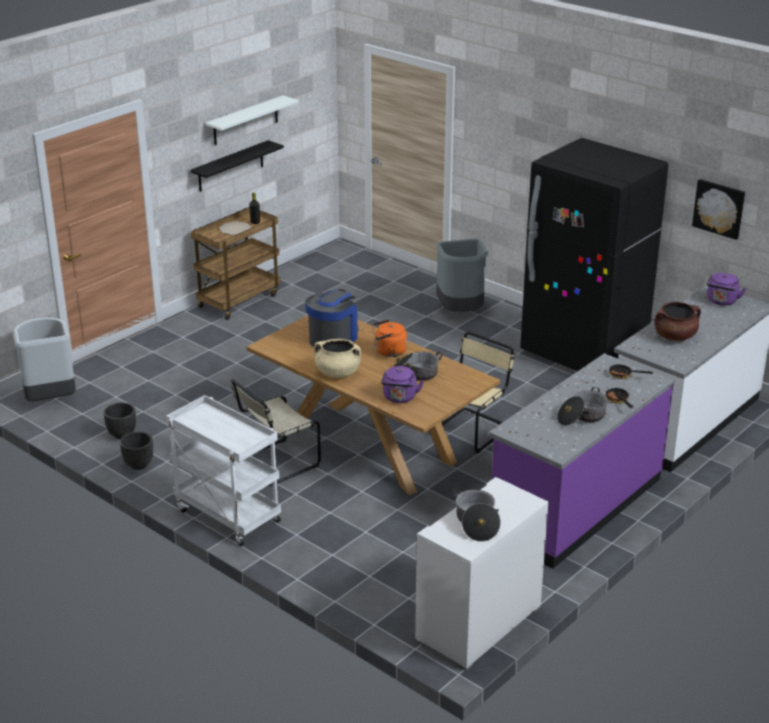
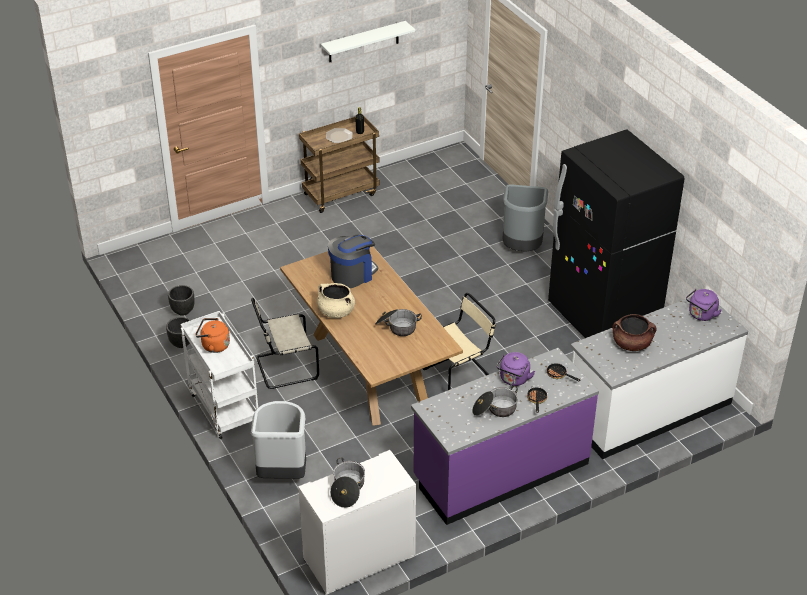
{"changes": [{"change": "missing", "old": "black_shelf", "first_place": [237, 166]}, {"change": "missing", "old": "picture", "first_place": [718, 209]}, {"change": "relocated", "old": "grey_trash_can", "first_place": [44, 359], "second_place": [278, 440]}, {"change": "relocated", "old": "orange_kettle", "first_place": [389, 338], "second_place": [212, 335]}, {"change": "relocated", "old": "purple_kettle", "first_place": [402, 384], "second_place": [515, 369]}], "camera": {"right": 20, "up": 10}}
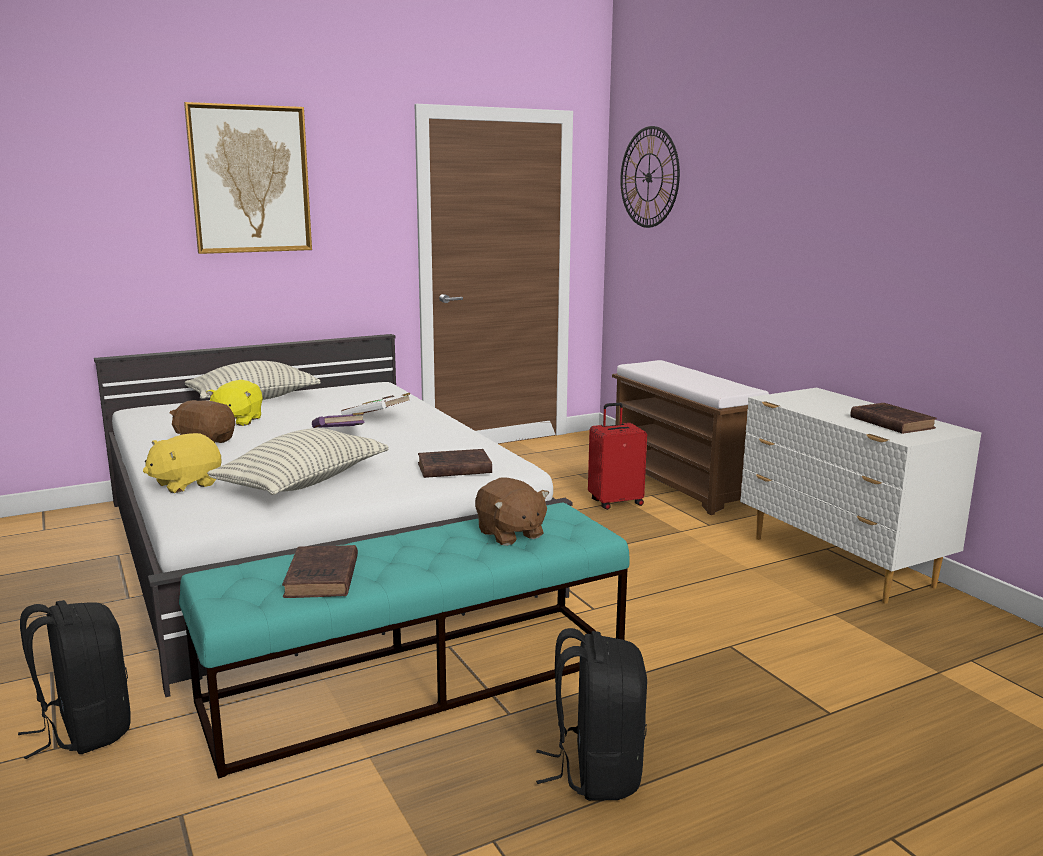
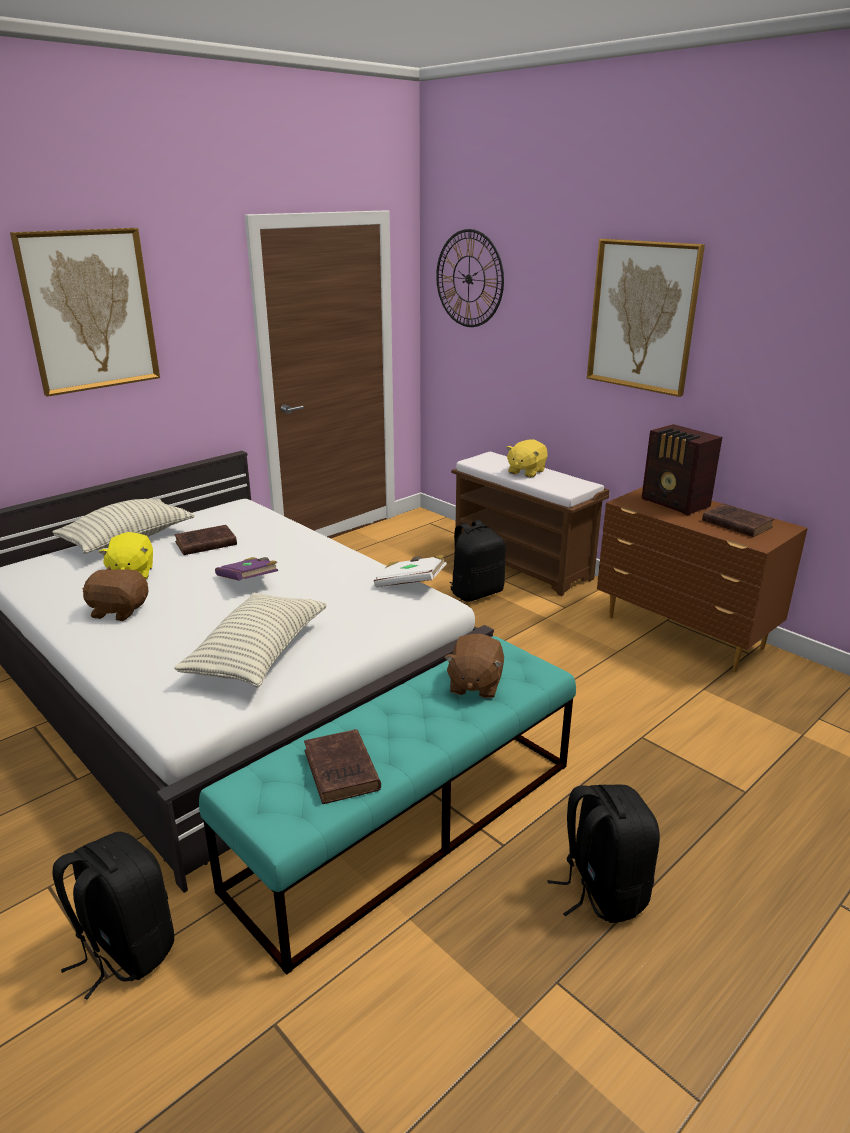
{"changes": [{"change": "appeared", "new": "picture", "second_place": [646, 318]}, {"change": "appeared", "new": "radio", "second_place": [682, 469]}, {"change": "relocated", "old": "yellow_plush_toy", "first_place": [182, 463], "second_place": [527, 458]}, {"change": "relocated", "old": "white_book", "first_place": [376, 404], "second_place": [410, 571]}, {"change": "relocated", "old": "brown_book", "first_place": [455, 463], "second_place": [205, 540]}, {"change": "exchanged", "old": "red_suitcase", "new": "black_backpack", "first_place": [617, 456], "second_place": [477, 561]}, {"change": "colour", "old": "white_dresser", "new": "brown_dresser", "first_place": [860, 496], "second_place": [702, 579]}, {"change": "spun", "old": "brown_plush_toy", "first_place": [512, 512], "second_place": [474, 666], "degrees": 60}], "camera": {"right": -15, "up": 10}}
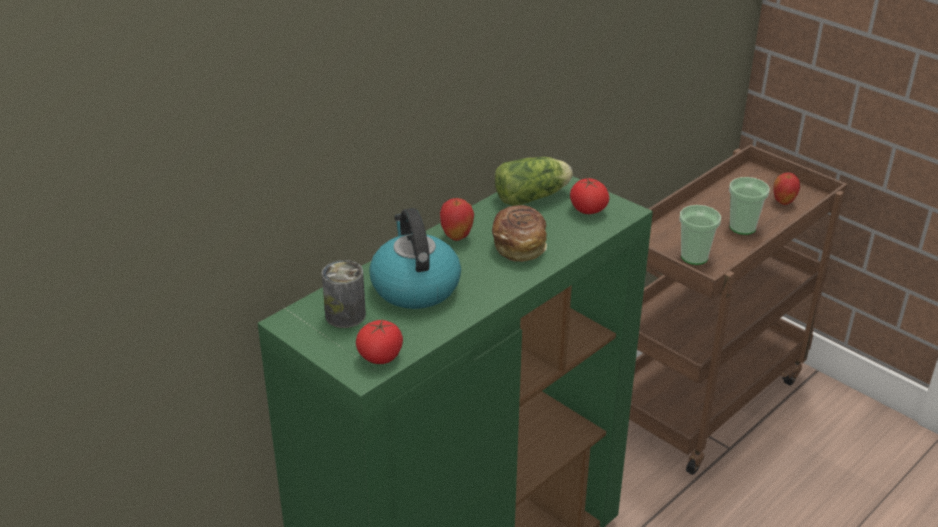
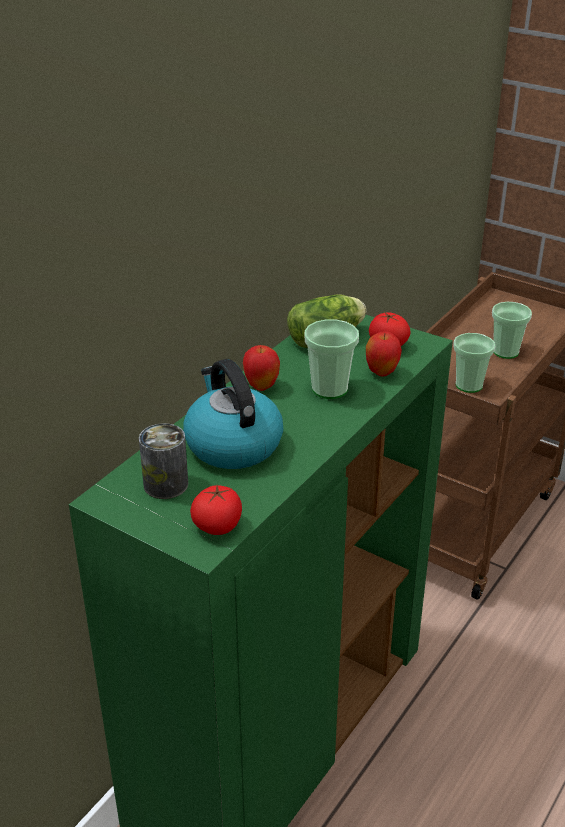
{"changes": [{"change": "relocated", "old": "apple", "first_place": [786, 189], "second_place": [384, 354]}, {"change": "exchanged", "old": "bread", "new": "cup", "first_place": [519, 233], "second_place": [332, 359]}], "camera": {"right": -10, "up": 0}}
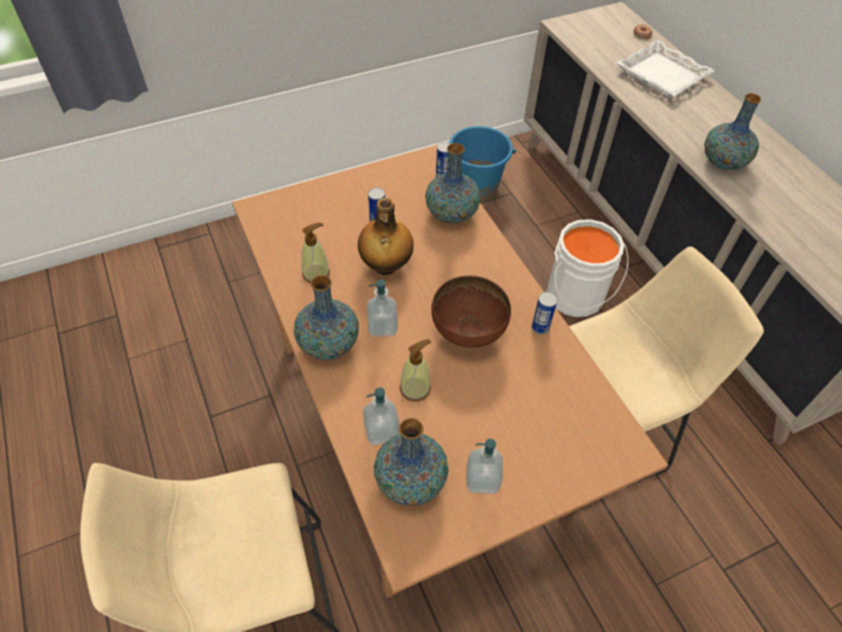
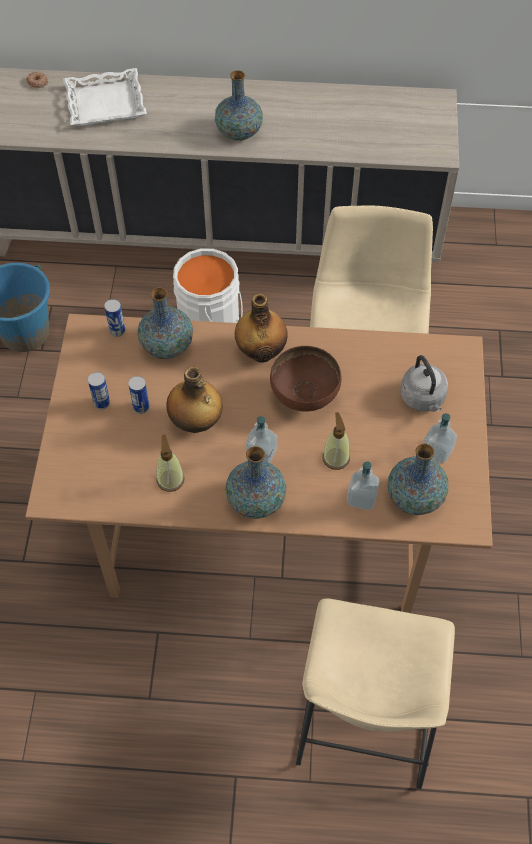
{"changes": [{"change": "appeared", "new": "bottle", "second_place": [261, 328]}, {"change": "appeared", "new": "grey_kettle", "second_place": [424, 383]}, {"change": "relocated", "old": "can", "first_place": [544, 313], "second_place": [99, 390]}], "camera": {"right": -60, "up": 5}}
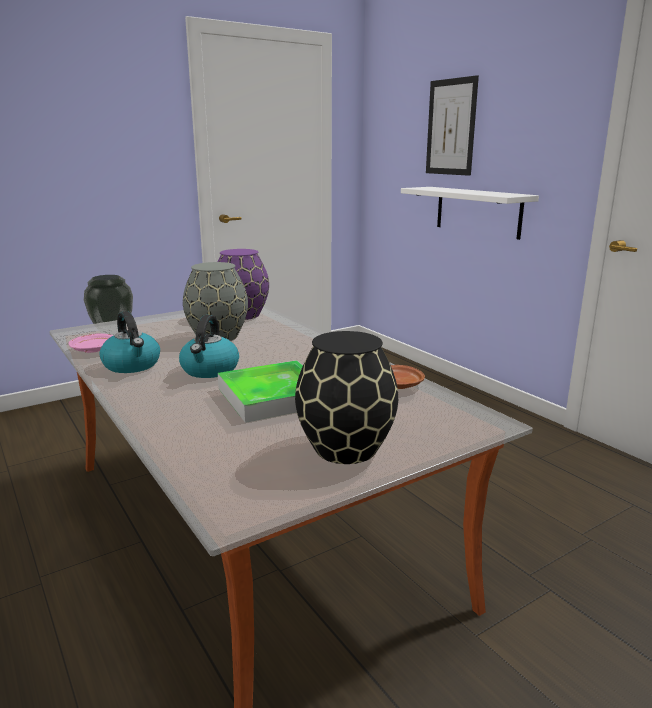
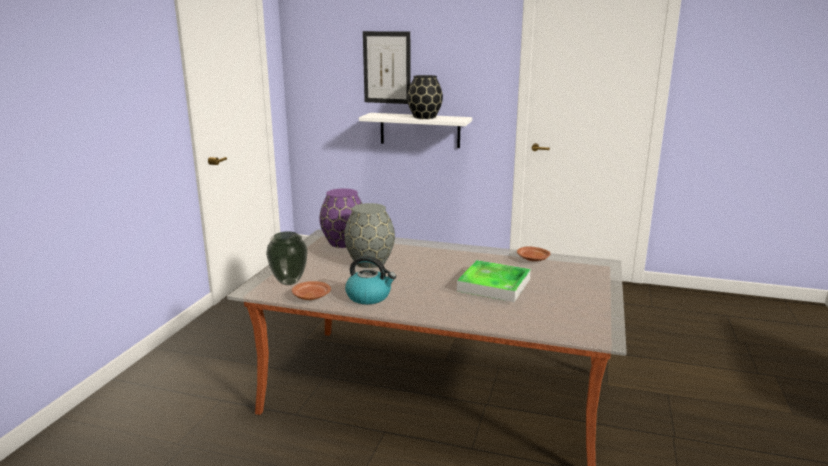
{"changes": [{"change": "missing", "old": "kettle", "first_place": [209, 346]}, {"change": "relocated", "old": "black_vase", "first_place": [346, 397], "second_place": [425, 97]}, {"change": "colour", "old": "pink_plate", "new": "brown_plate", "first_place": [91, 343], "second_place": [311, 290]}], "camera": {"right": -40, "up": 0}}
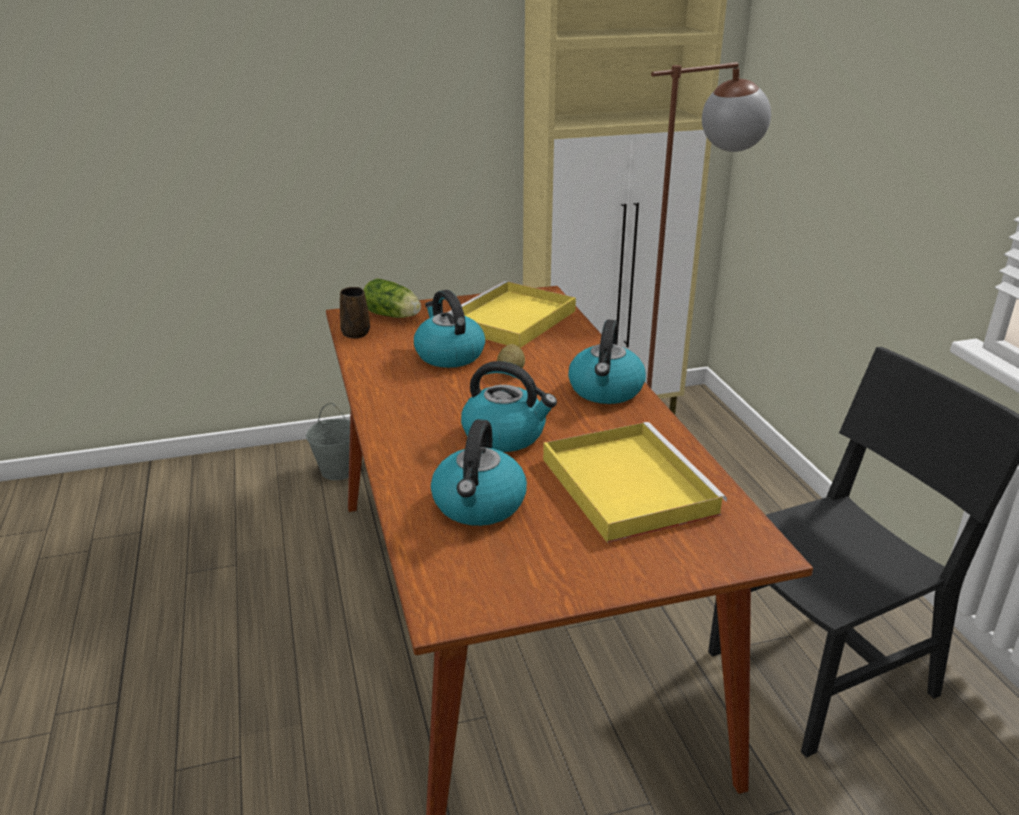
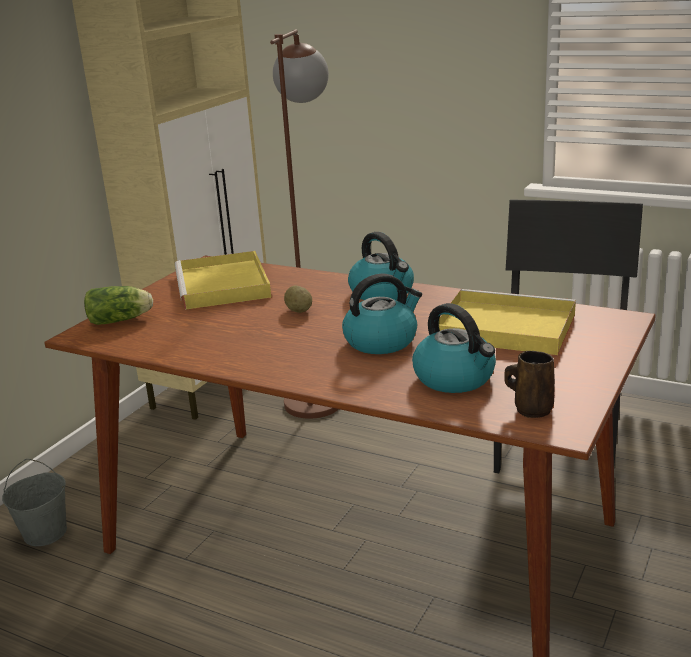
{"changes": [{"change": "missing", "old": "kettle", "first_place": [449, 329]}, {"change": "relocated", "old": "brown_mug", "first_place": [355, 312], "second_place": [529, 384]}], "camera": {"right": -45, "up": -5}}
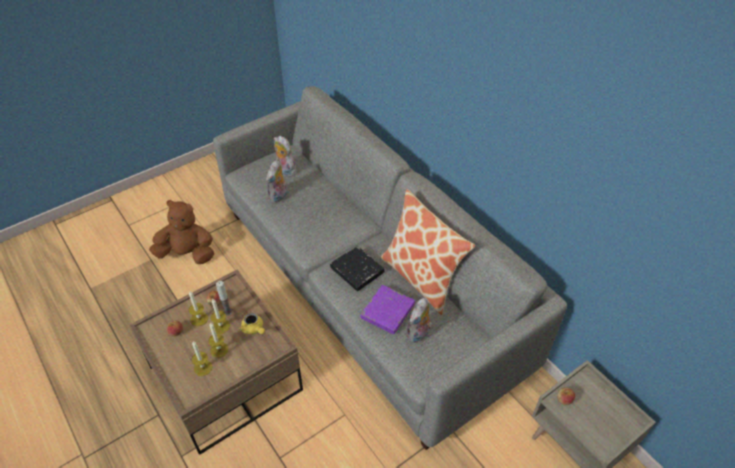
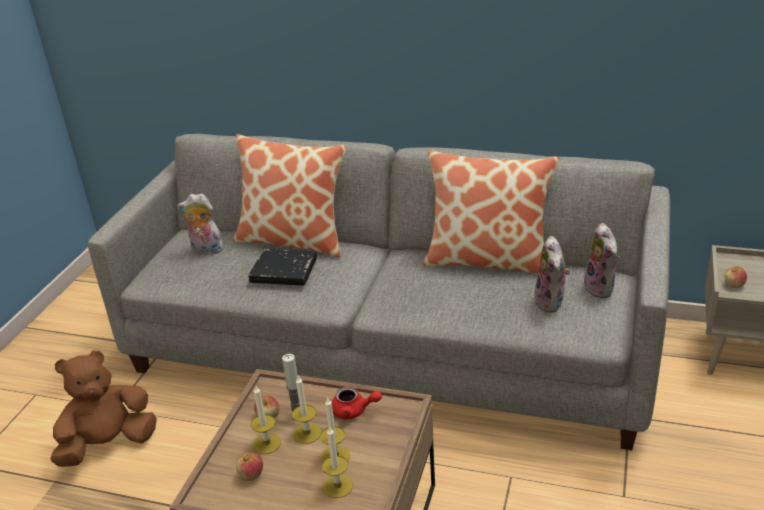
{"changes": [{"change": "missing", "old": "purple_book", "first_place": [387, 309]}, {"change": "appeared", "new": "pillow", "second_place": [290, 196]}, {"change": "relocated", "old": "plush_toy", "first_place": [276, 182], "second_place": [602, 260]}, {"change": "relocated", "old": "black_book", "first_place": [357, 268], "second_place": [282, 267]}, {"change": "colour", "old": "yellow_teapot", "new": "red_teapot", "first_place": [252, 323], "second_place": [357, 403]}], "camera": {"right": -35, "up": -15}}
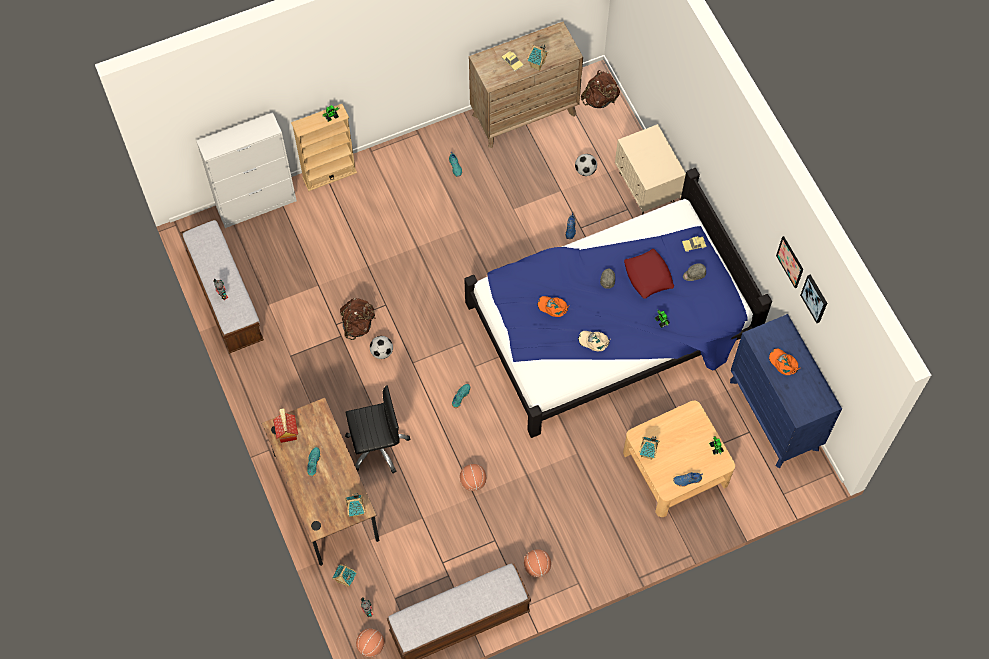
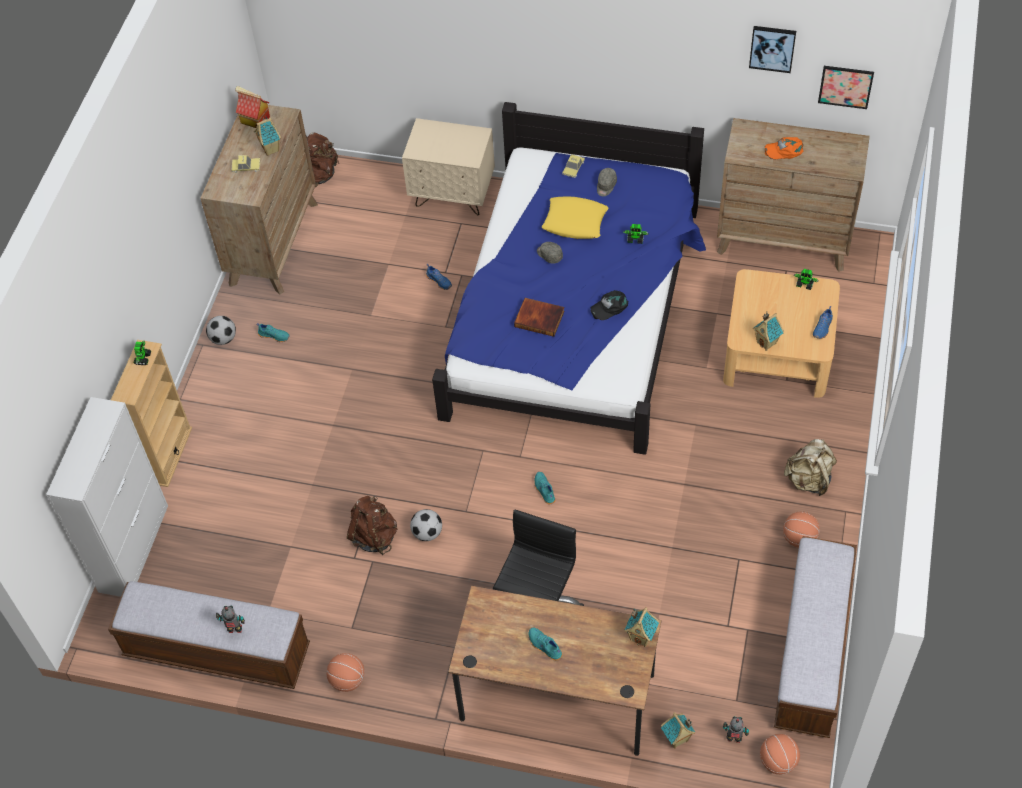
{"changes": [{"change": "appeared", "new": "beige_backpack", "second_place": [810, 467]}, {"change": "relocated", "old": "toy_house", "first_place": [285, 425], "second_place": [252, 107]}, {"change": "relocated", "old": "basketball", "first_place": [473, 477], "second_place": [346, 672]}, {"change": "relocated", "old": "football", "first_place": [586, 165], "second_place": [221, 330]}, {"change": "relocated", "old": "picture", "first_place": [790, 262], "second_place": [846, 87]}, {"change": "exchanged", "old": "orange_cap", "new": "book", "first_place": [553, 306], "second_place": [539, 317]}, {"change": "colour", "old": "beige_cap", "new": "black_cap", "first_place": [594, 341], "second_place": [609, 305]}, {"change": "colour", "old": "red_pillow", "new": "yellow_pillow", "first_place": [649, 273], "second_place": [575, 217]}, {"change": "colour", "old": "blue_dresser", "new": "brown_dresser", "first_place": [786, 391], "second_place": [793, 195]}], "camera": {"right": -50, "up": -10}}
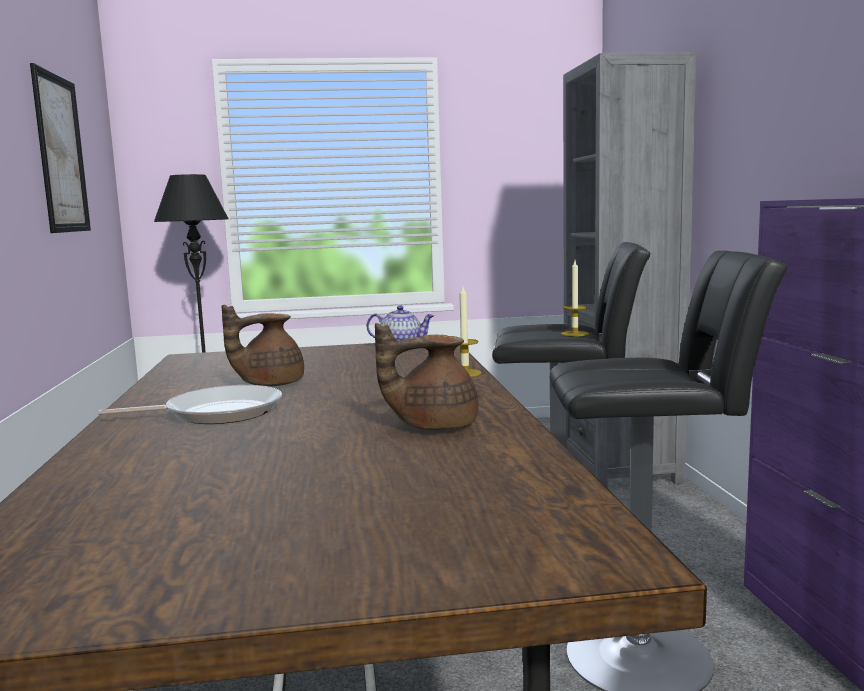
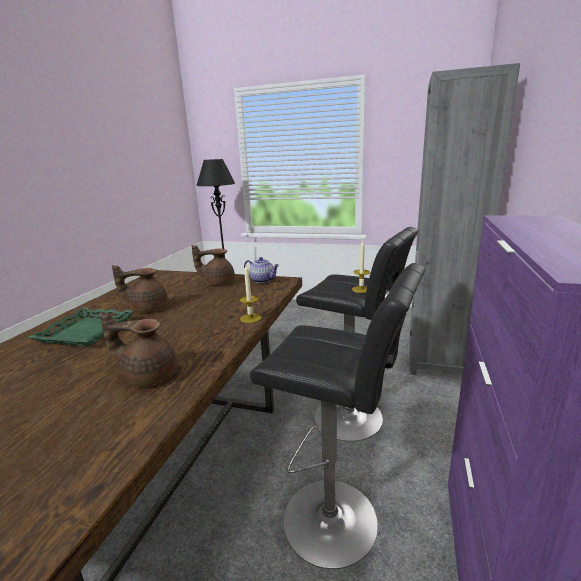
{"changes": [{"change": "missing", "old": "picture", "first_place": [60, 148]}, {"change": "appeared", "new": "brown_teapot", "second_place": [213, 265]}, {"change": "exchanged", "old": "frying_pan", "new": "green_tray", "first_place": [190, 404], "second_place": [81, 327]}], "camera": {"right": 25, "up": 10}}
